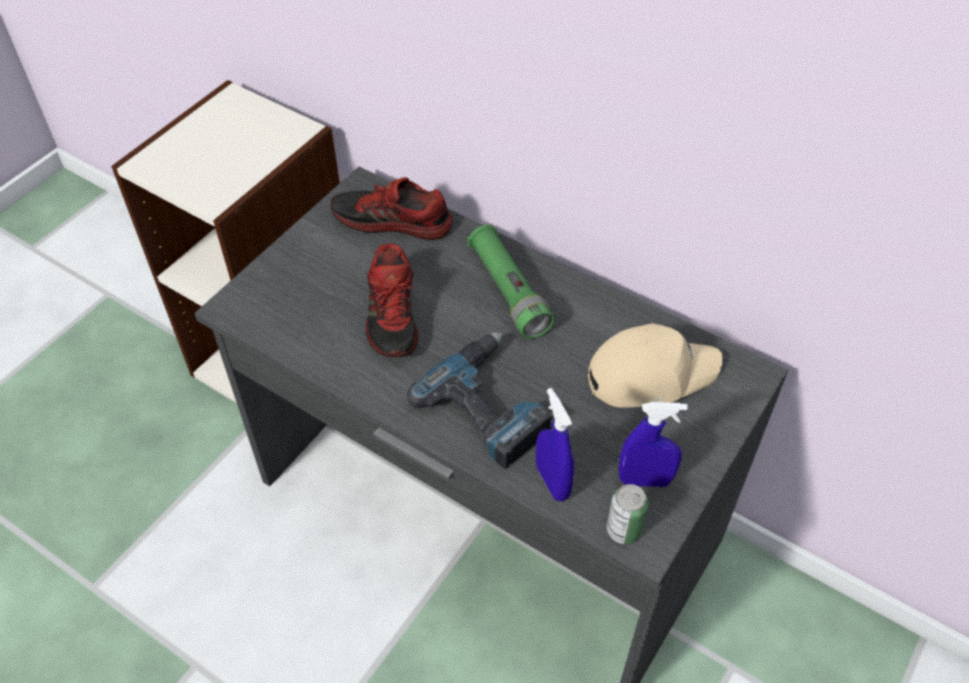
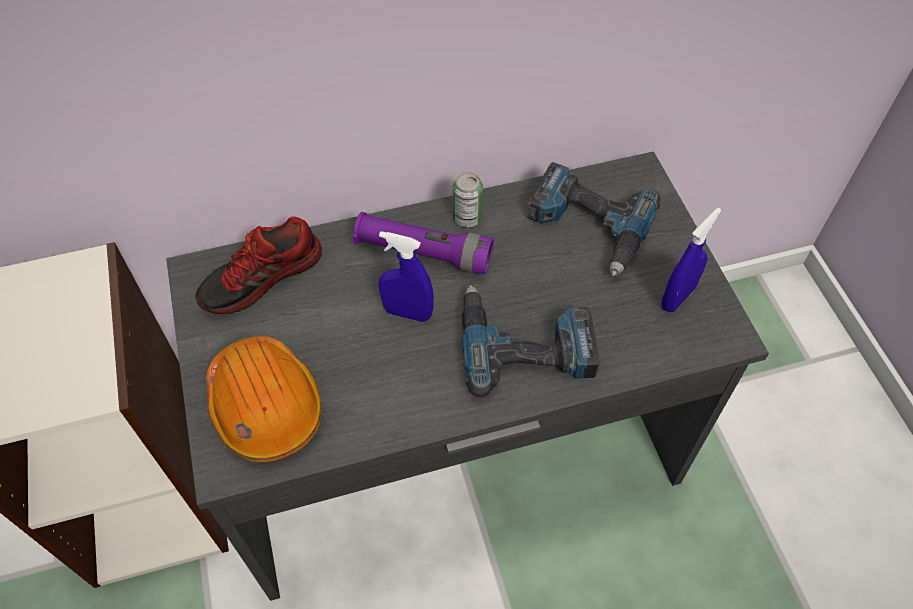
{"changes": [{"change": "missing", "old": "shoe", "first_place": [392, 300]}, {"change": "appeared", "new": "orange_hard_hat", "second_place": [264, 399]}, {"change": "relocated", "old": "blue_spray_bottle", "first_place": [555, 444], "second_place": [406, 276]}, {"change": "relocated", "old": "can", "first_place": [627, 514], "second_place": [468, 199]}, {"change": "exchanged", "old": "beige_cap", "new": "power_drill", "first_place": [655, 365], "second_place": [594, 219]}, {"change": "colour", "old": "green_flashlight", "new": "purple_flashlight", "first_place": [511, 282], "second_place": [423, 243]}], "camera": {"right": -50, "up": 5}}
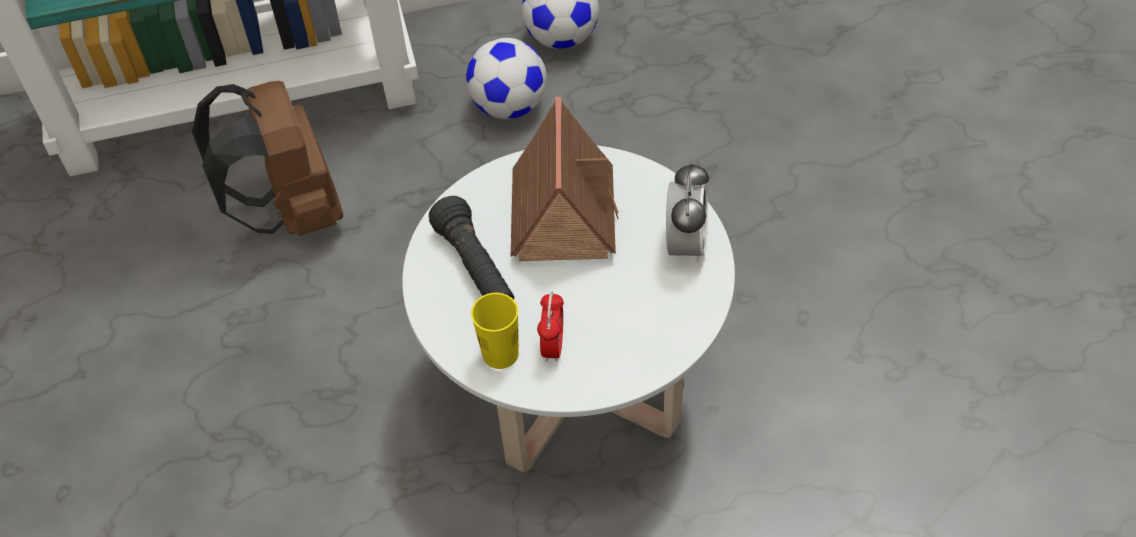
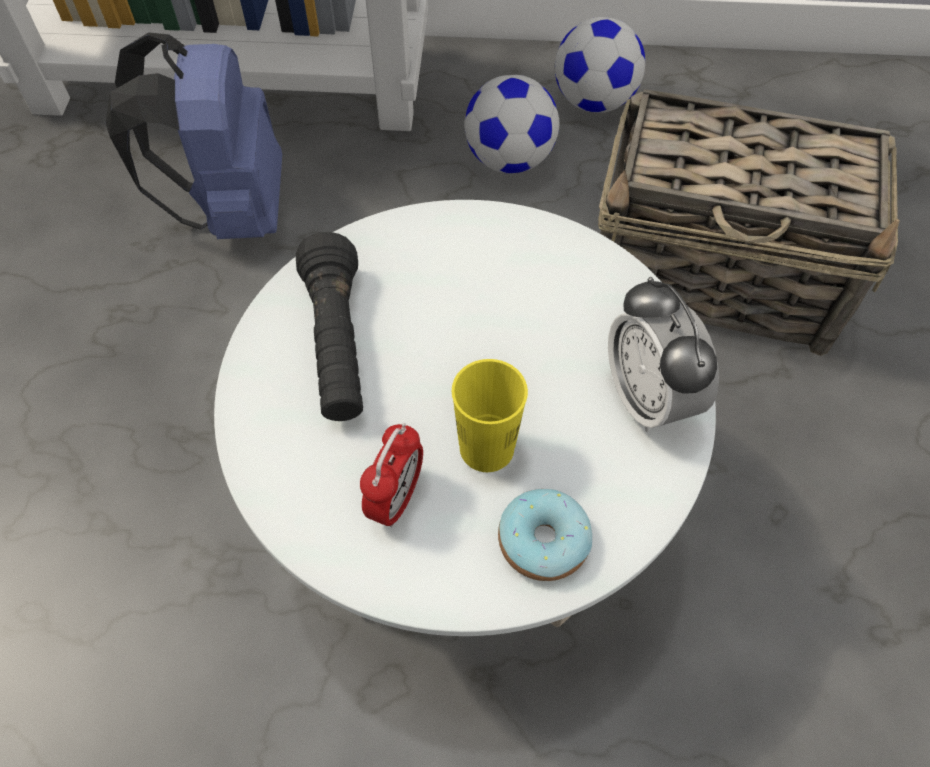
{"changes": [{"change": "missing", "old": "toy_house", "first_place": [565, 179]}, {"change": "appeared", "new": "donut", "second_place": [545, 535]}, {"change": "appeared", "new": "basket", "second_place": [749, 222]}, {"change": "relocated", "old": "yellow_cup", "first_place": [495, 331], "second_place": [490, 415]}, {"change": "colour", "old": "brown_backpack", "new": "blue_backpack", "first_place": [267, 158], "second_place": [193, 135]}, {"change": "spun", "old": "alarm_clock", "first_place": [687, 212], "second_place": [663, 354], "degrees": 135}], "camera": {"right": 15, "up": 5}}
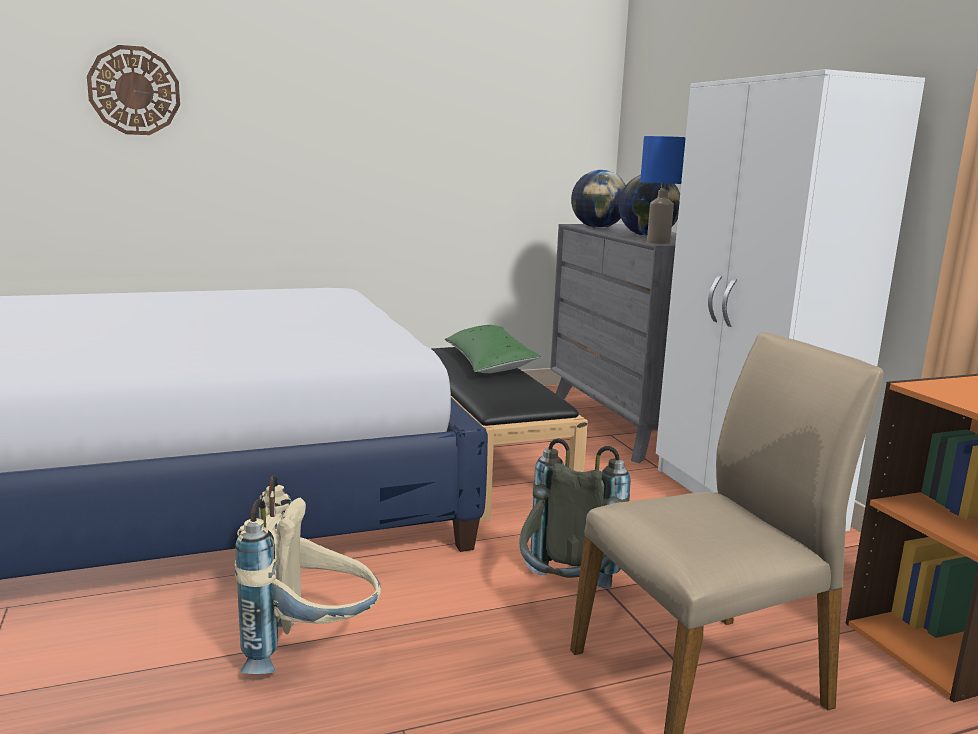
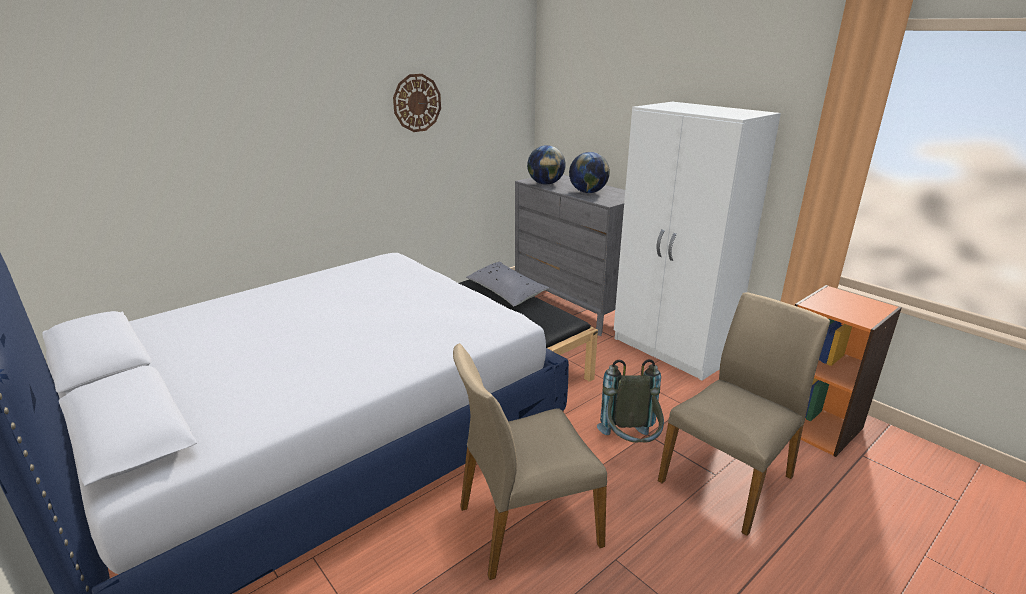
{"changes": [{"change": "missing", "old": "blue_table_lamp", "first_place": [663, 190]}, {"change": "relocated", "old": "wall_clock", "first_place": [133, 90], "second_place": [417, 103]}, {"change": "exchanged", "old": "beige_backpack", "new": "beige_chair", "first_place": [307, 574], "second_place": [530, 461]}, {"change": "colour", "old": "green_pillow", "new": "grey_pillow", "first_place": [493, 349], "second_place": [507, 283]}], "camera": {"right": -20, "up": 10}}
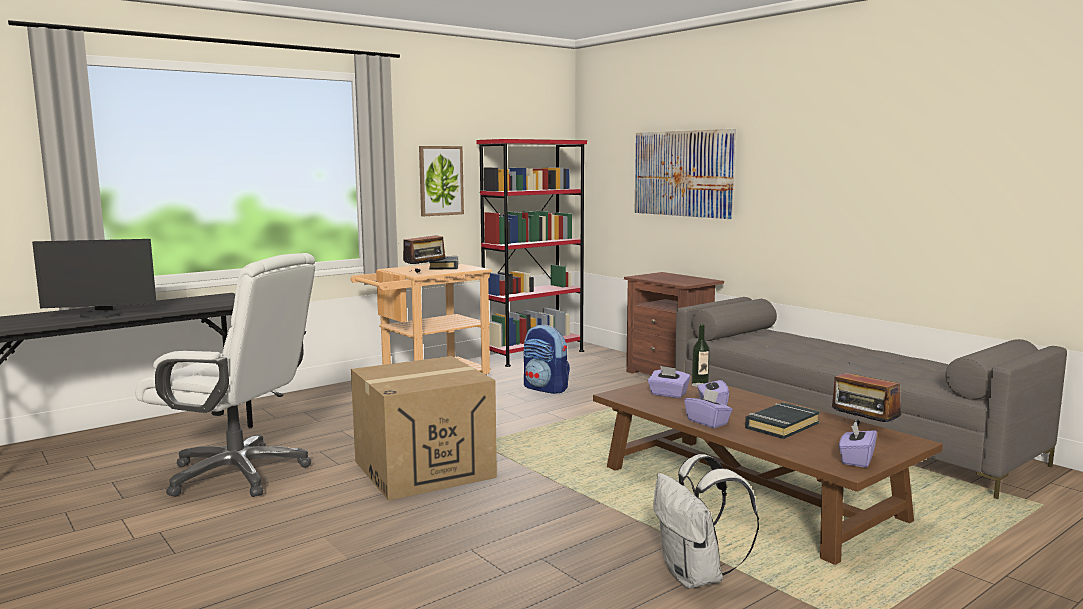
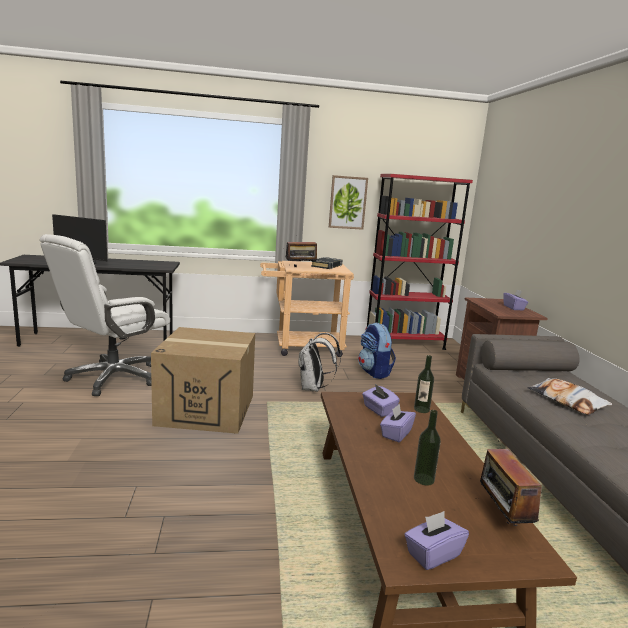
{"changes": [{"change": "missing", "old": "picture", "first_place": [685, 174]}, {"change": "appeared", "new": "pillow", "second_place": [569, 396]}, {"change": "relocated", "old": "white_backpack", "first_place": [706, 521], "second_place": [319, 362]}, {"change": "relocated", "old": "purple_tissue_box", "first_place": [708, 408], "second_place": [516, 299]}, {"change": "exchanged", "old": "black_book", "new": "bottle", "first_place": [782, 420], "second_place": [427, 447]}, {"change": "spun", "old": "white_office_chair", "first_place": [225, 375], "second_place": [105, 315], "degrees": 75}], "camera": {"right": 30, "up": 5}}
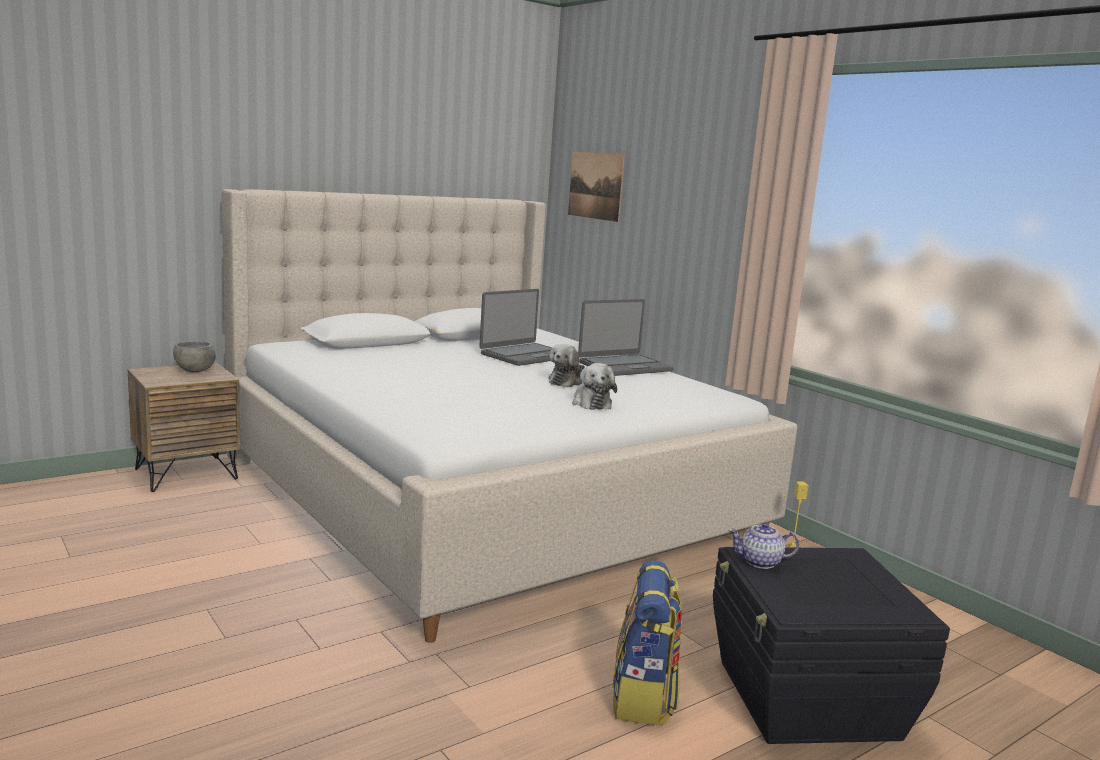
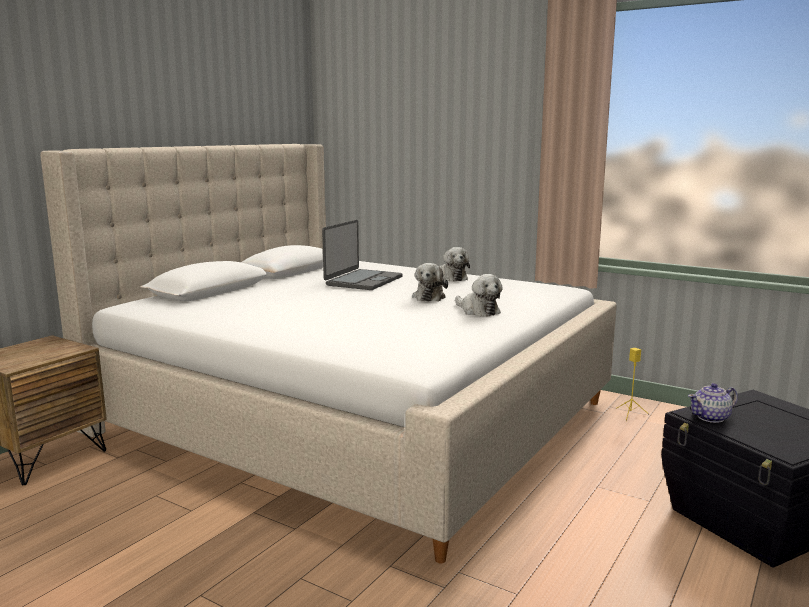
{"changes": [{"change": "missing", "old": "grey_bowl", "first_place": [194, 357]}, {"change": "missing", "old": "picture", "first_place": [596, 186]}, {"change": "missing", "old": "backpack", "first_place": [647, 643]}, {"change": "exchanged", "old": "laptop", "new": "plush_toy", "first_place": [626, 337], "second_place": [455, 264]}], "camera": {"right": -20, "up": 0}}
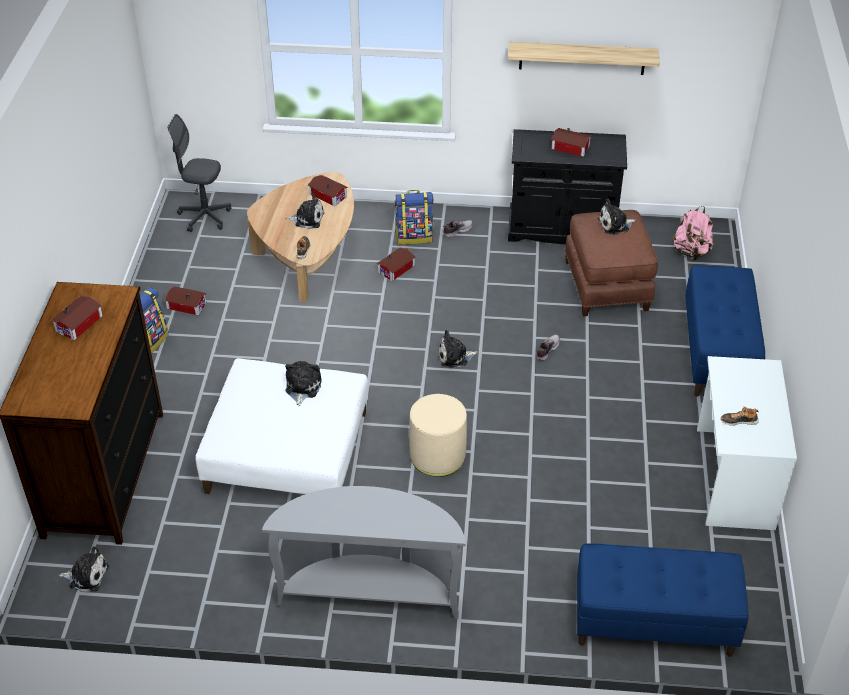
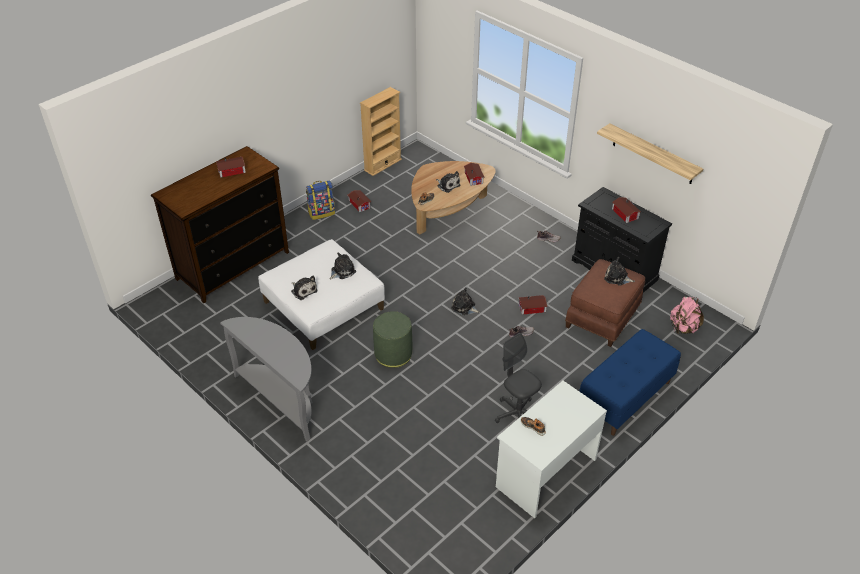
{"changes": [{"change": "missing", "old": "backpack", "first_place": [413, 217]}, {"change": "missing", "old": "blue_bench", "first_place": [662, 600]}, {"change": "appeared", "new": "beige_bookcase", "second_place": [381, 131]}, {"change": "relocated", "old": "plush_toy", "first_place": [84, 569], "second_place": [304, 288]}, {"change": "relocated", "old": "grey_office_chair", "first_place": [199, 173], "second_place": [518, 378]}, {"change": "relocated", "old": "toy_house", "first_place": [396, 264], "second_place": [533, 305]}, {"change": "colour", "old": "beige_ottoman", "new": "green_ottoman", "first_place": [438, 435], "second_place": [392, 339]}], "camera": {"right": 40, "up": 0}}
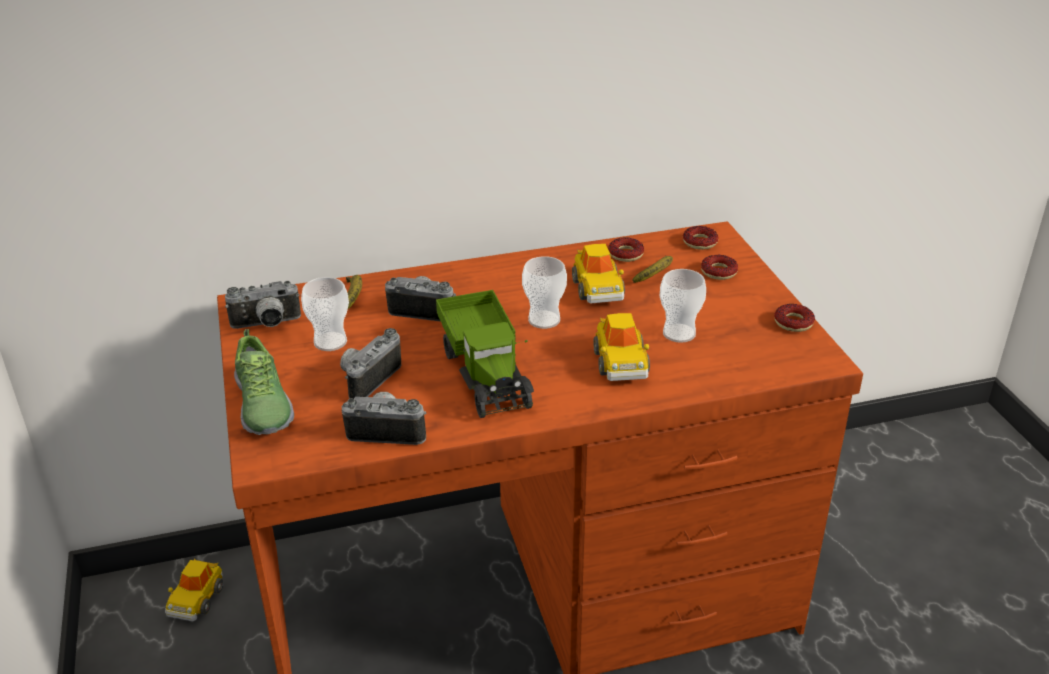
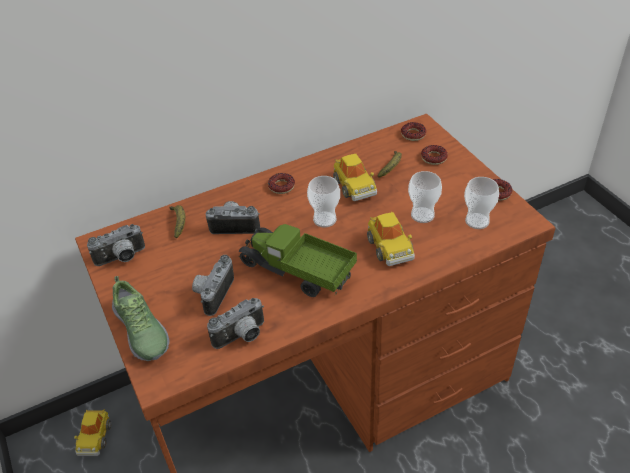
{"changes": [{"change": "relocated", "old": "cup", "first_place": [325, 314], "second_place": [481, 203]}, {"change": "relocated", "old": "donut", "first_place": [626, 249], "second_place": [281, 183]}, {"change": "spun", "old": "photo_camera", "first_place": [384, 418], "second_place": [235, 323], "degrees": 150}, {"change": "spun", "old": "toy_truck", "first_place": [485, 354], "second_place": [297, 260], "degrees": 150}], "camera": {"right": -10, "up": 10}}
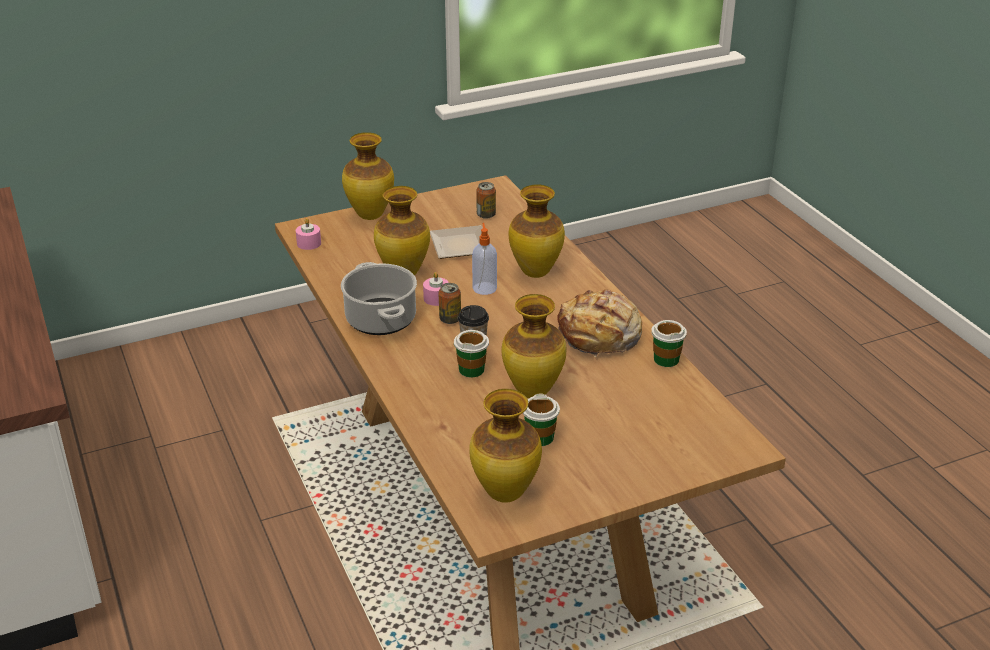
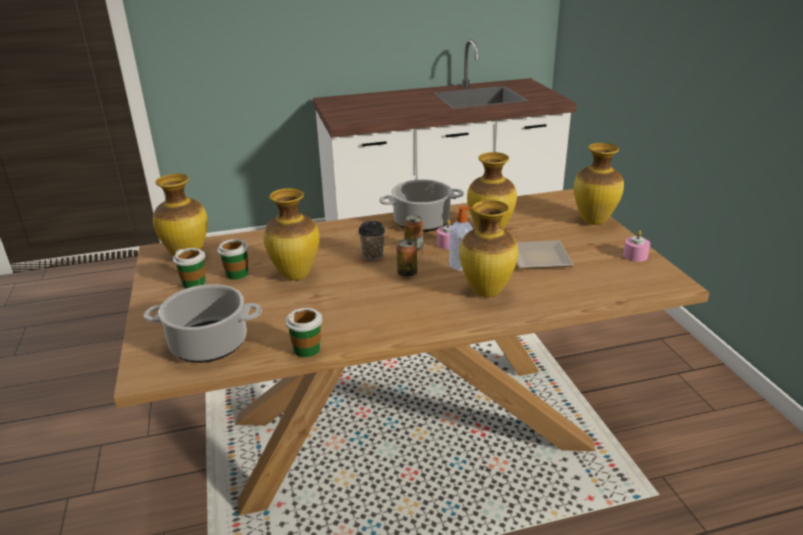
{"changes": [{"change": "missing", "old": "bread", "first_place": [599, 323]}, {"change": "appeared", "new": "cooking_pot", "second_place": [203, 323]}, {"change": "relocated", "old": "pink_candle", "first_place": [308, 234], "second_place": [636, 246]}, {"change": "relocated", "old": "cup", "first_place": [471, 353], "second_place": [189, 268]}, {"change": "relocated", "old": "can", "first_place": [486, 200], "second_place": [406, 258]}], "camera": {"right": 100, "up": -5}}
